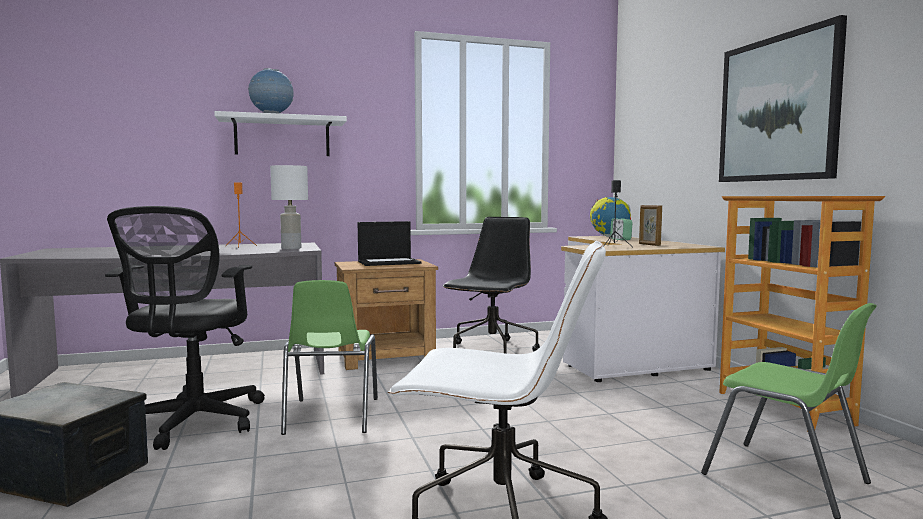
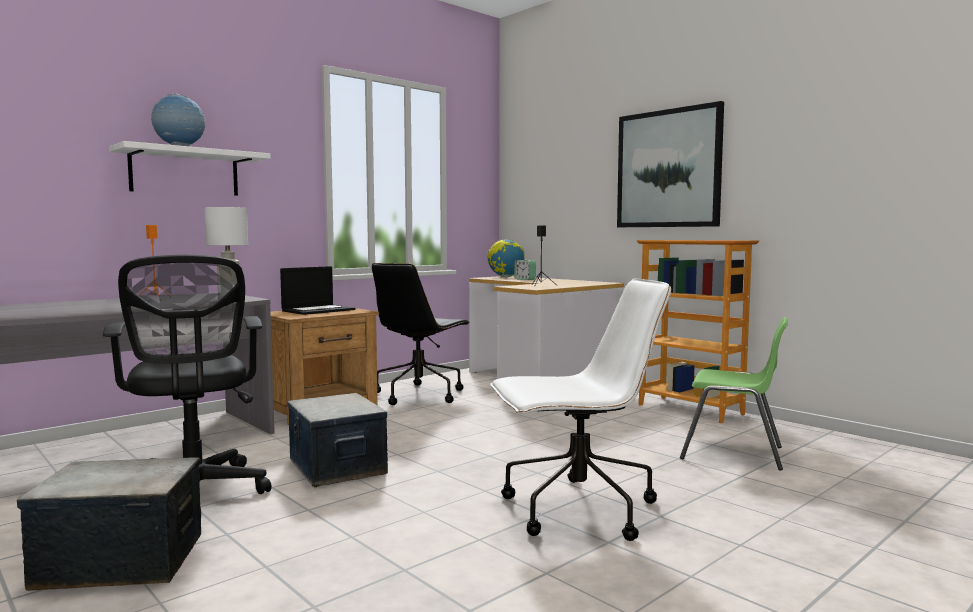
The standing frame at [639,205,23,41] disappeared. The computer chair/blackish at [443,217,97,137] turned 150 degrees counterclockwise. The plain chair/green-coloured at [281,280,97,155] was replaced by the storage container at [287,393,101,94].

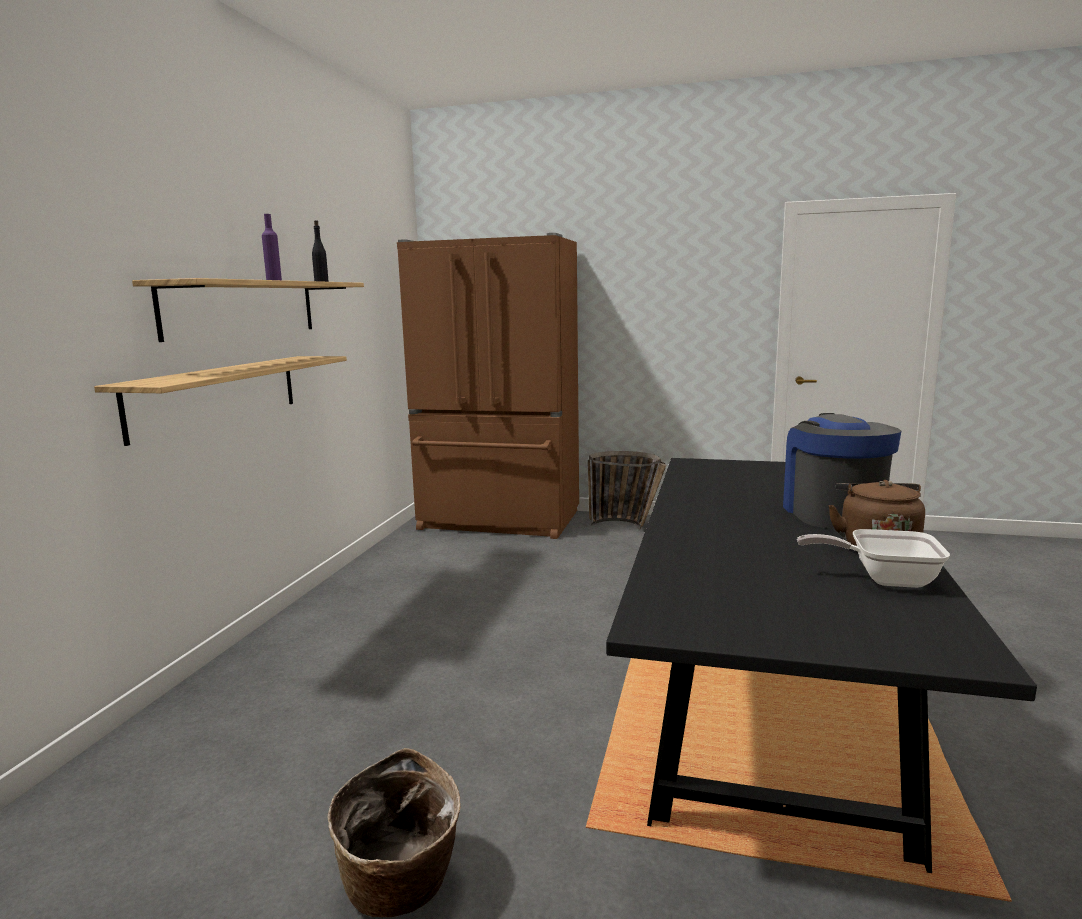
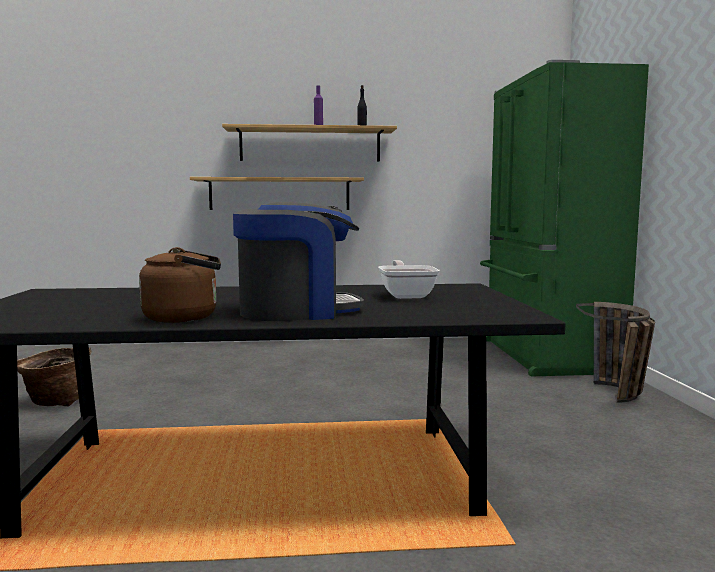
The refrigerator/brown-coloured at [397,233,182,306] became the refrigerator/green-coloured at [480,60,169,316]. The pan moved from [797,529,153,59] to [378,260,62,39].

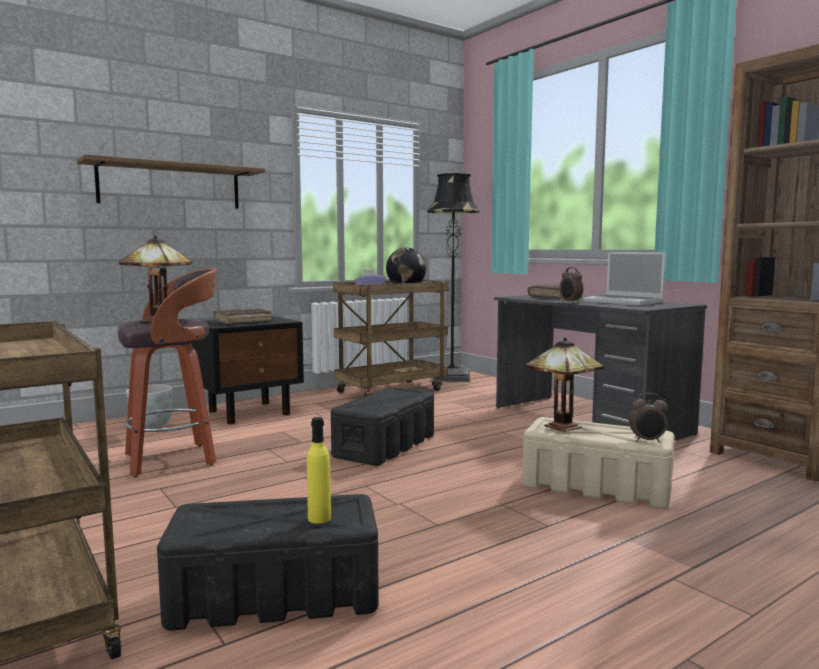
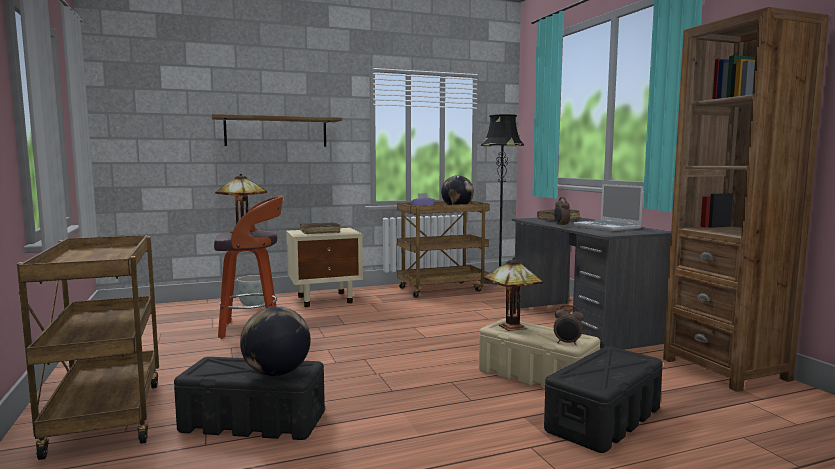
The bedside table/blackish at [192,316,112,108] became the bedside table/beige at [286,228,77,79]. The storage container/blackish moved from [331,387,103,79] to [544,346,119,107]. The drink bottle/yellow at [307,417,24,107] was replaced by the globe at [240,306,70,70].

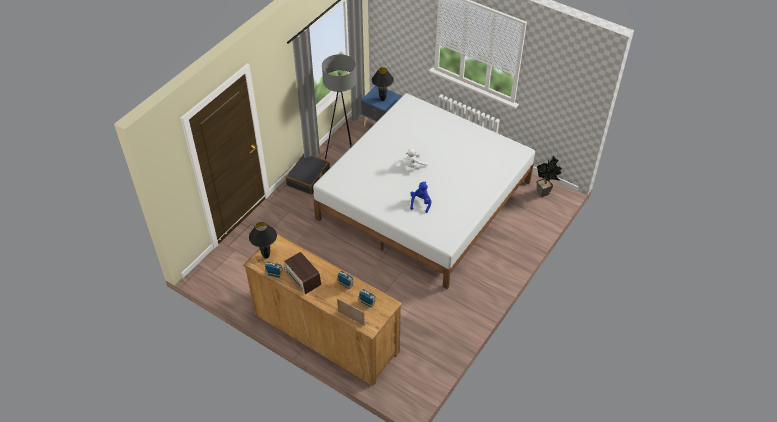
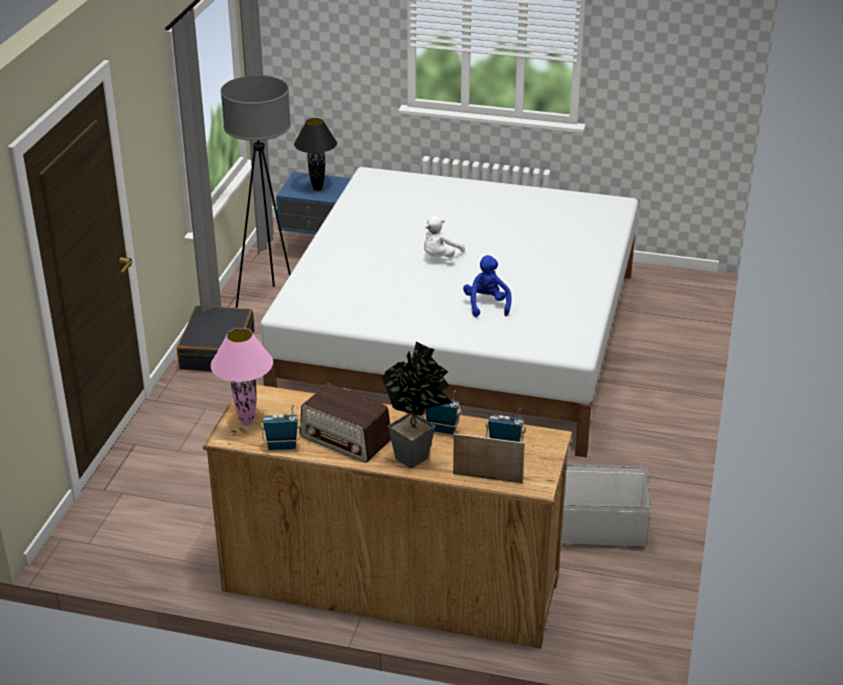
The potted plant moved from [537,156,25,41] to [382,342,71,126]. The table lamp/blackish at [249,222,28,37] became the table lamp/pinkish at [211,328,62,98]. The storage container/white at [561,464,91,82] appeared.

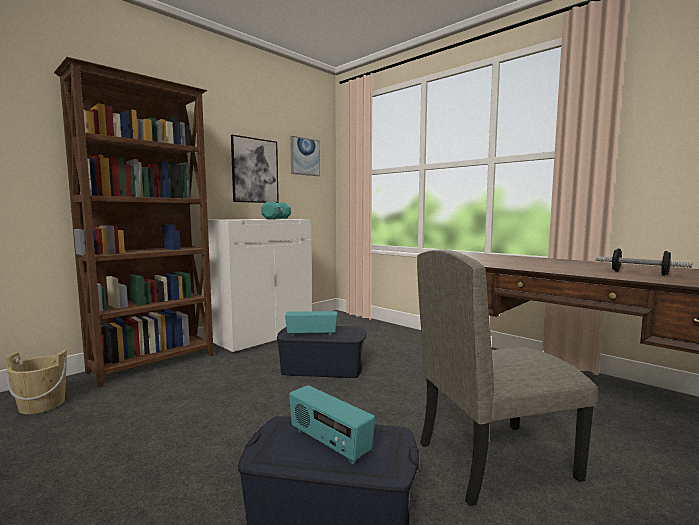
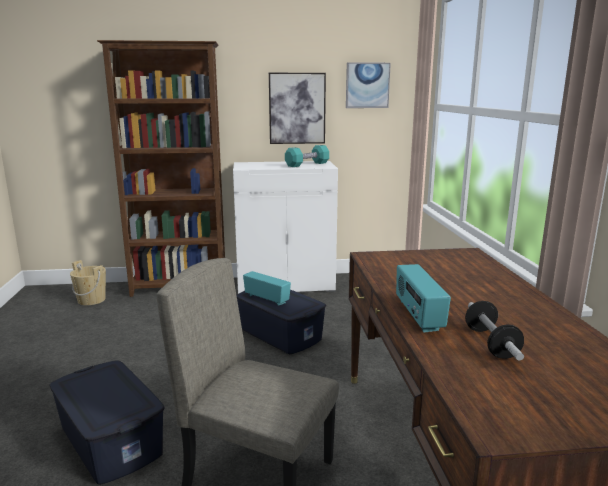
The radio receiver moved from [289,385,86,80] to [396,264,55,69].

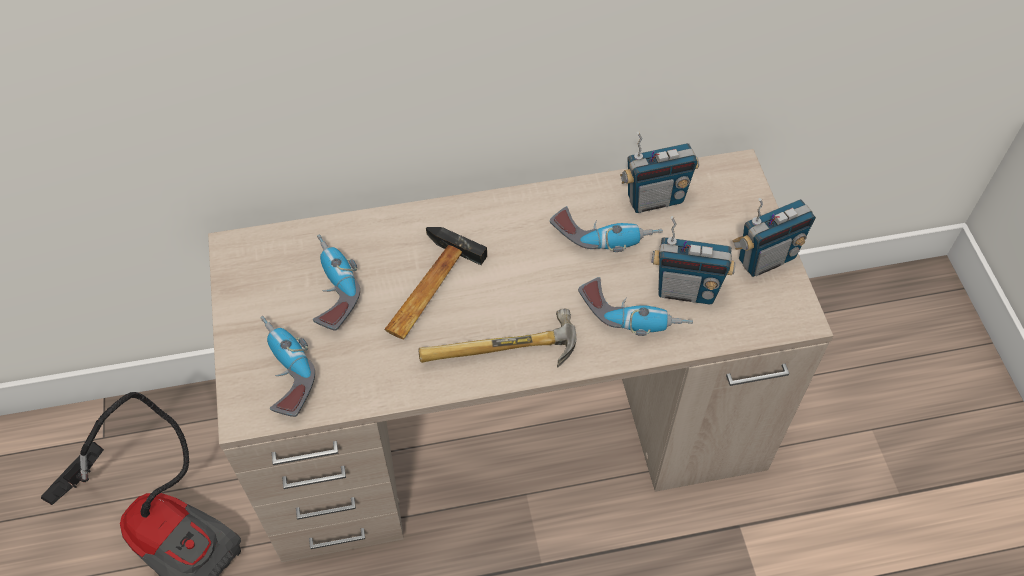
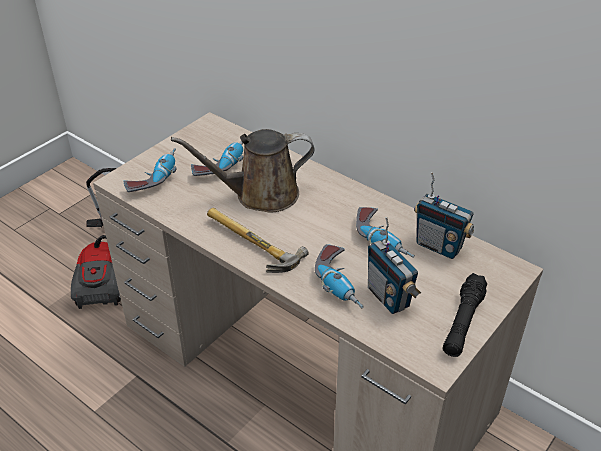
The radio receiver at [732,198,84,79] was replaced by the hand torch/blackish at [443,273,44,84]. The hand hammer at [384,227,103,112] was replaced by the sprinkling can/brown-coloured at [171,129,143,84].

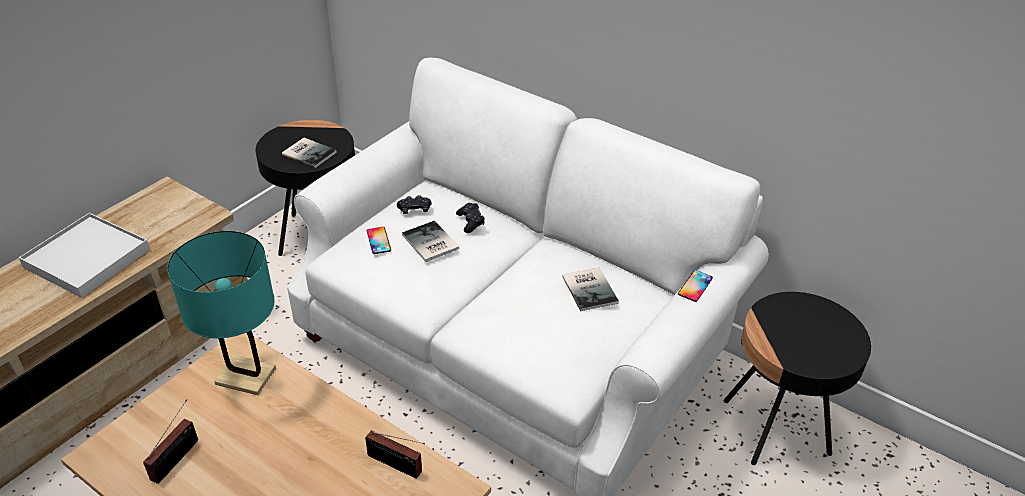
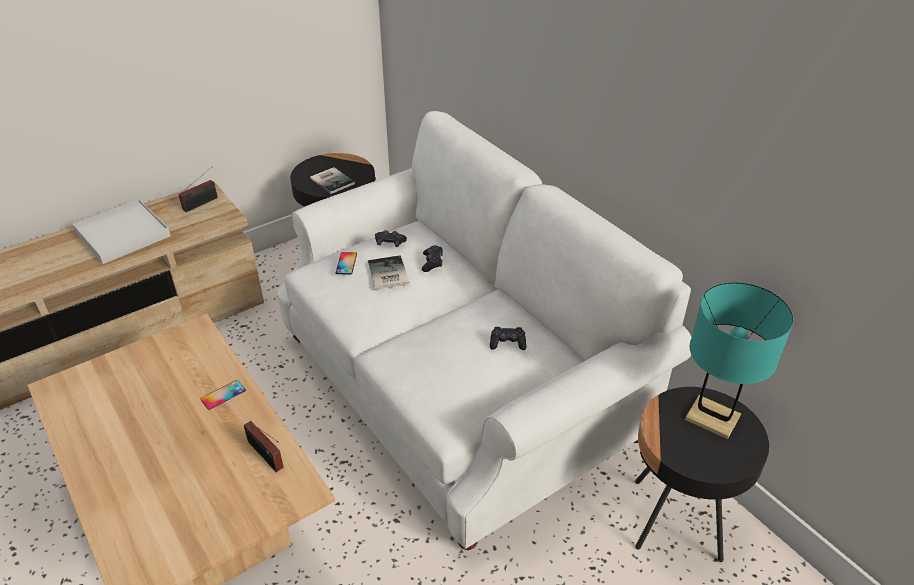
The table lamp/blue-green moved from [167,231,109,164] to [685,282,108,157]. The bound book at [562,268,57,43] was replaced by the gamepad/blackish at [490,327,36,23]. The phone moved from [678,270,35,32] to [200,380,46,30]. The radio receiver moved from [143,399,55,85] to [179,166,39,46].

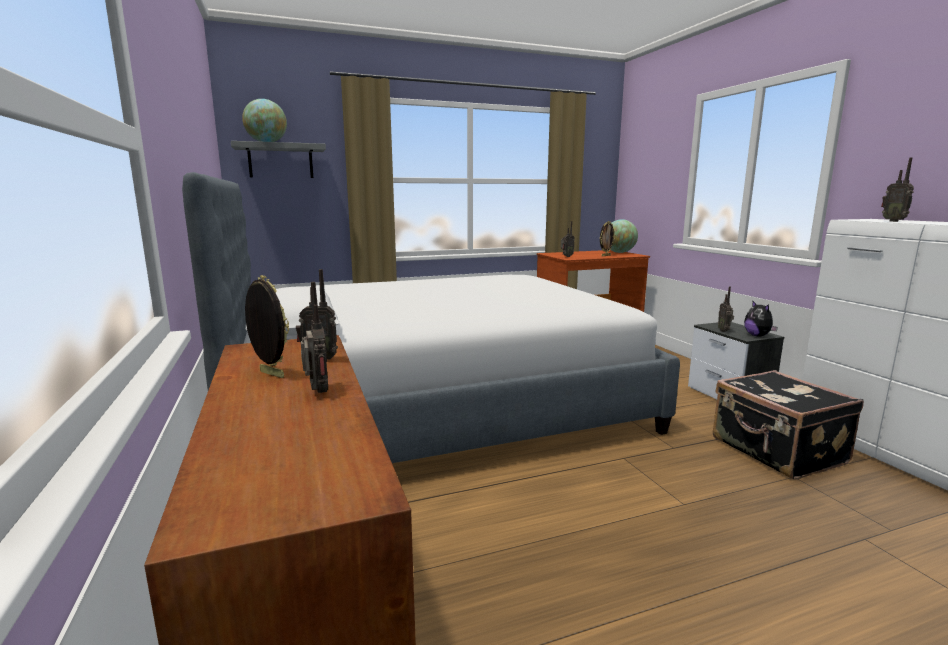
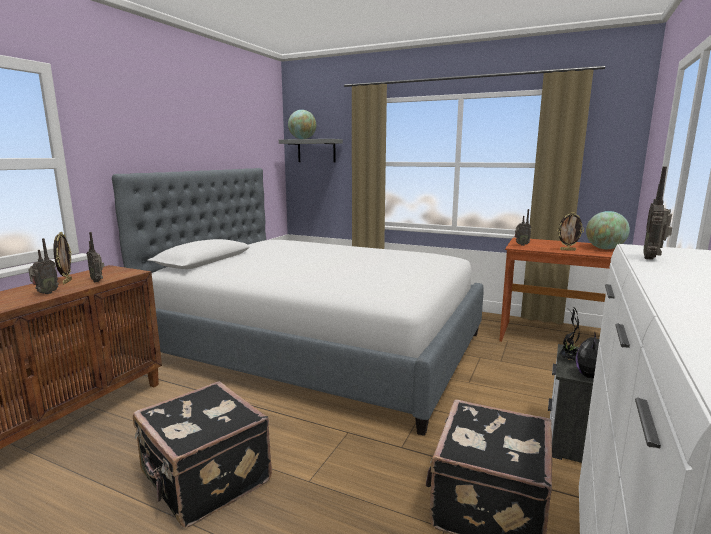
The radio receiver at [718,287,16,45] was replaced by the potted plant at [559,306,21,54]. The travel case/blackish at [133,381,139,147] appeared.

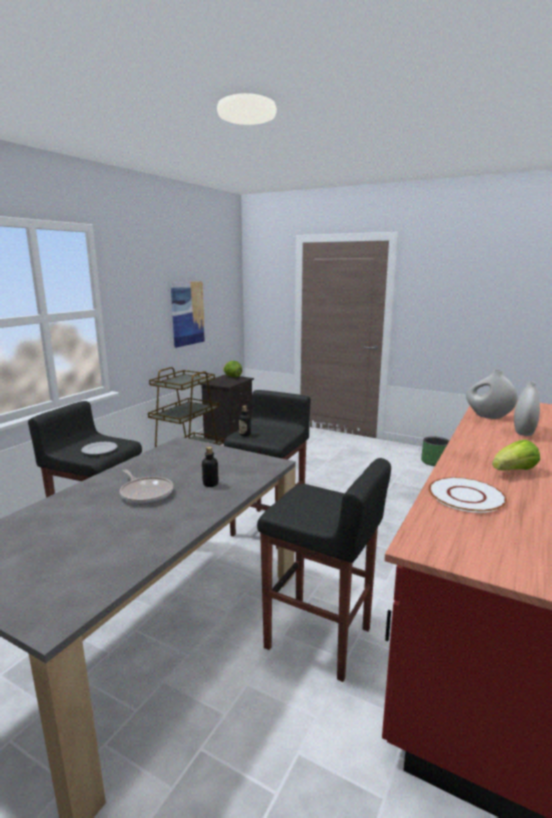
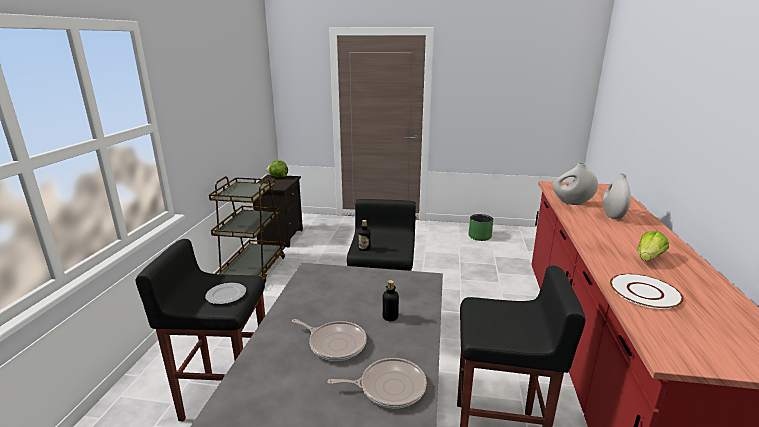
The picture at [171,281,34,67] disappeared. The pan at [328,358,99,50] appeared.

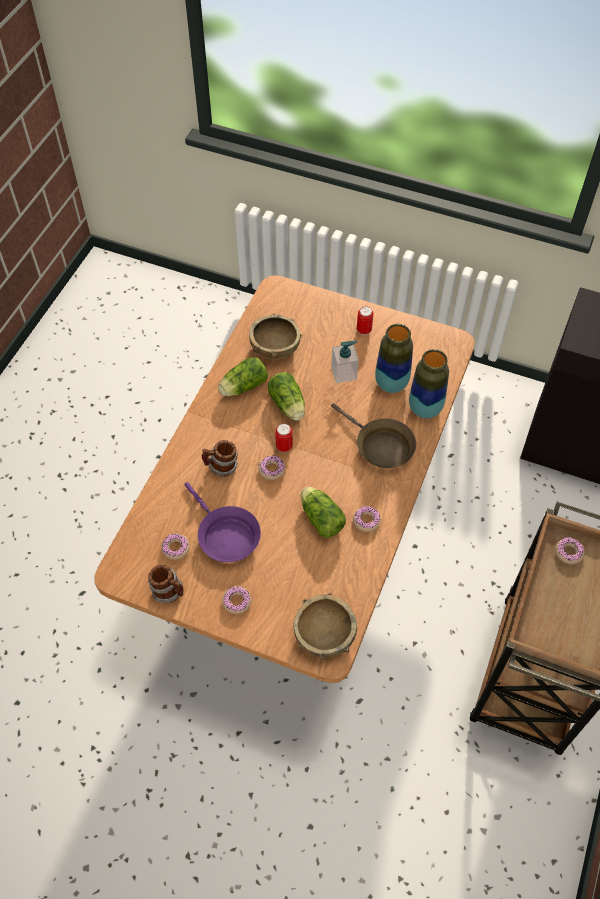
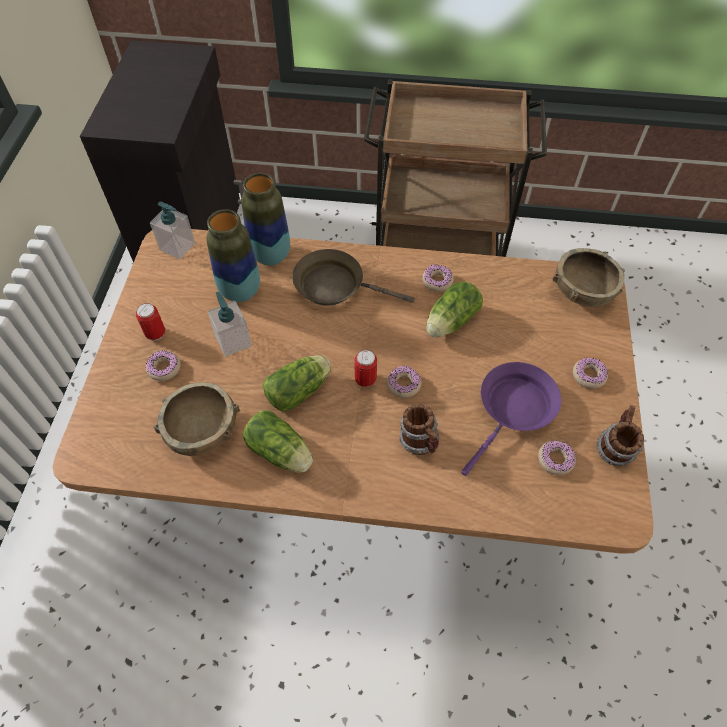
The pan/brown-coloured at [331,403,85,65] turned 105 degrees counterclockwise. The donut moved from [556,537,29,27] to [146,350,35,31]. The soap bottle at [150,201,45,58] appeared.

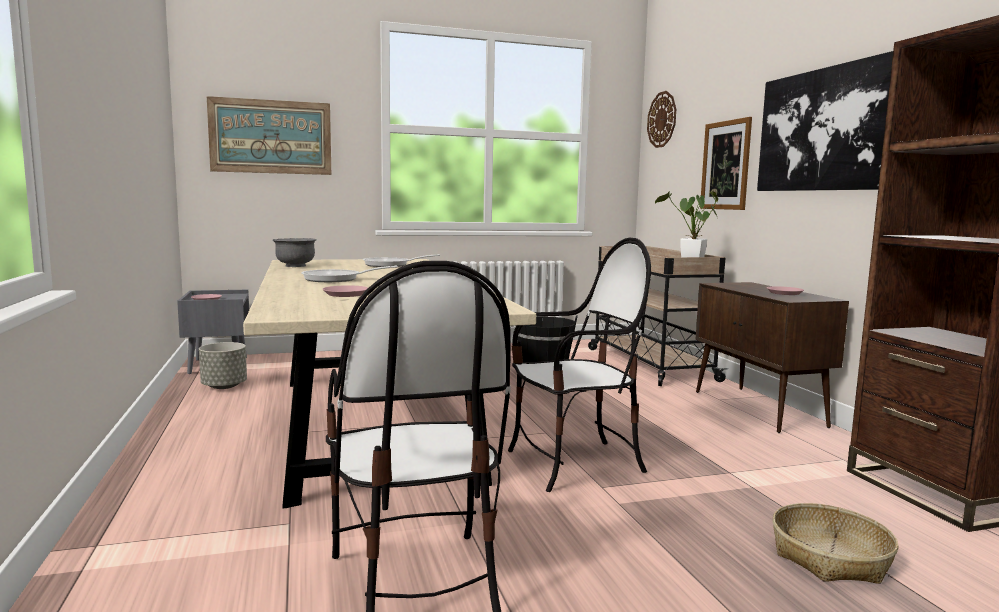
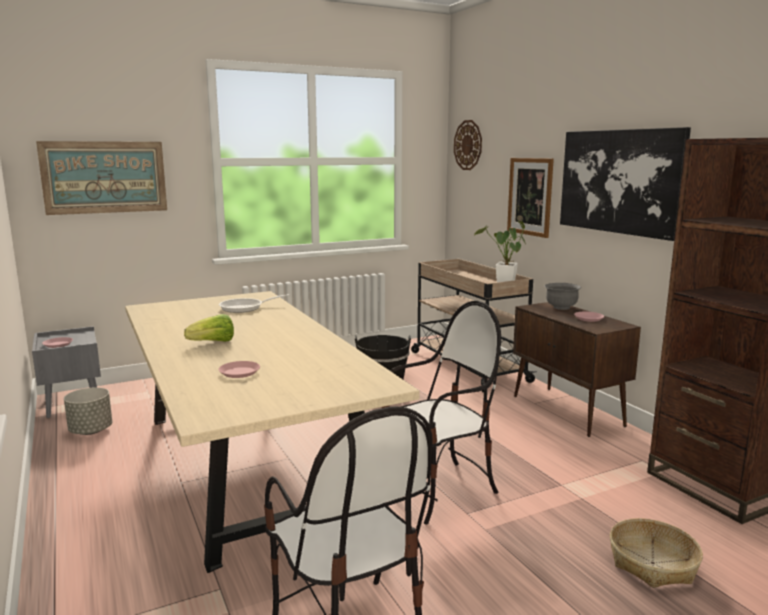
The bowl/greyish moved from [272,238,45,29] to [545,283,36,27]. The pan at [301,266,96,16] was replaced by the head of lettuce at [184,314,50,28].

